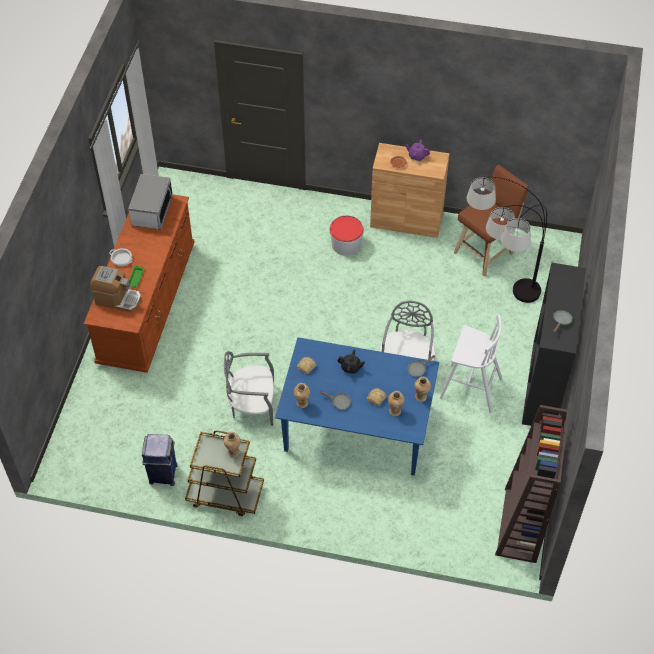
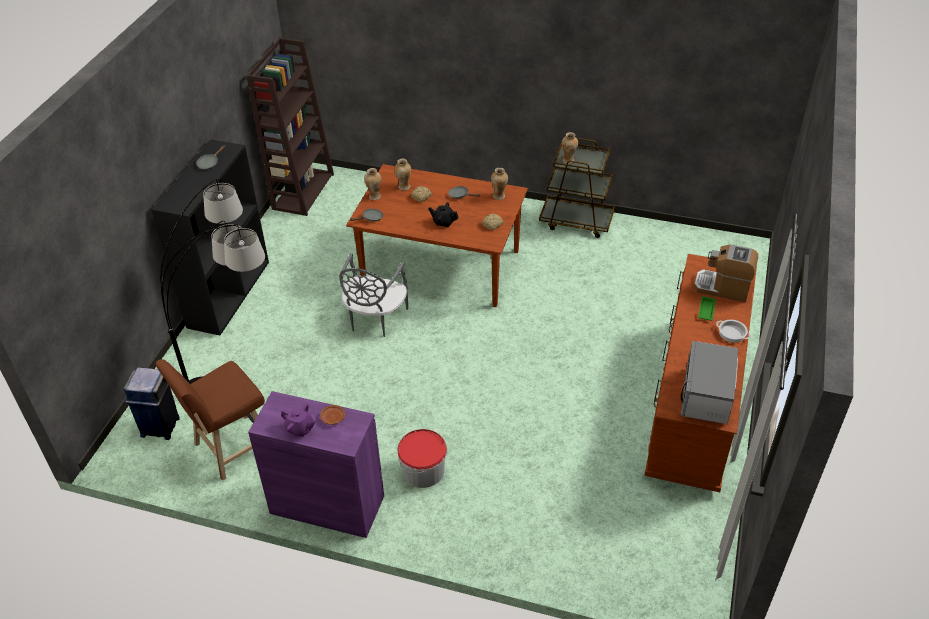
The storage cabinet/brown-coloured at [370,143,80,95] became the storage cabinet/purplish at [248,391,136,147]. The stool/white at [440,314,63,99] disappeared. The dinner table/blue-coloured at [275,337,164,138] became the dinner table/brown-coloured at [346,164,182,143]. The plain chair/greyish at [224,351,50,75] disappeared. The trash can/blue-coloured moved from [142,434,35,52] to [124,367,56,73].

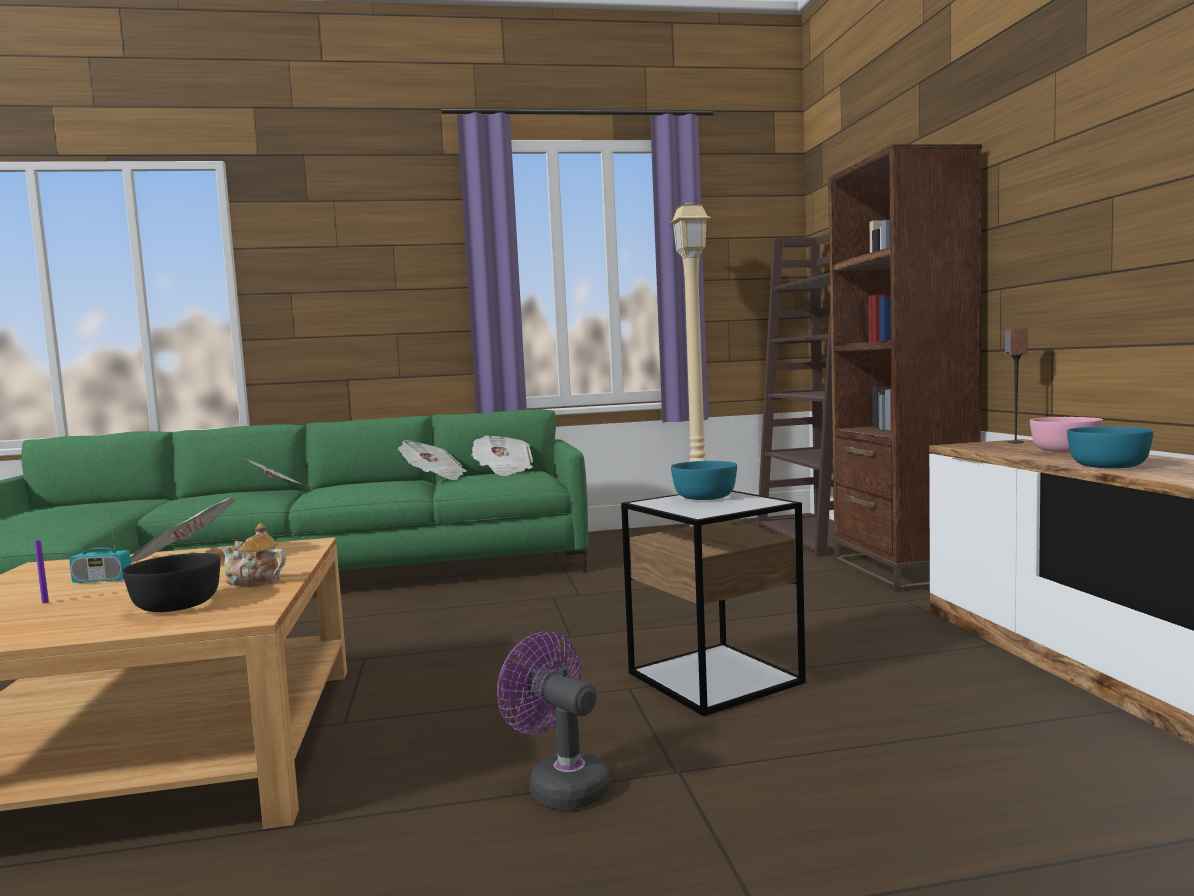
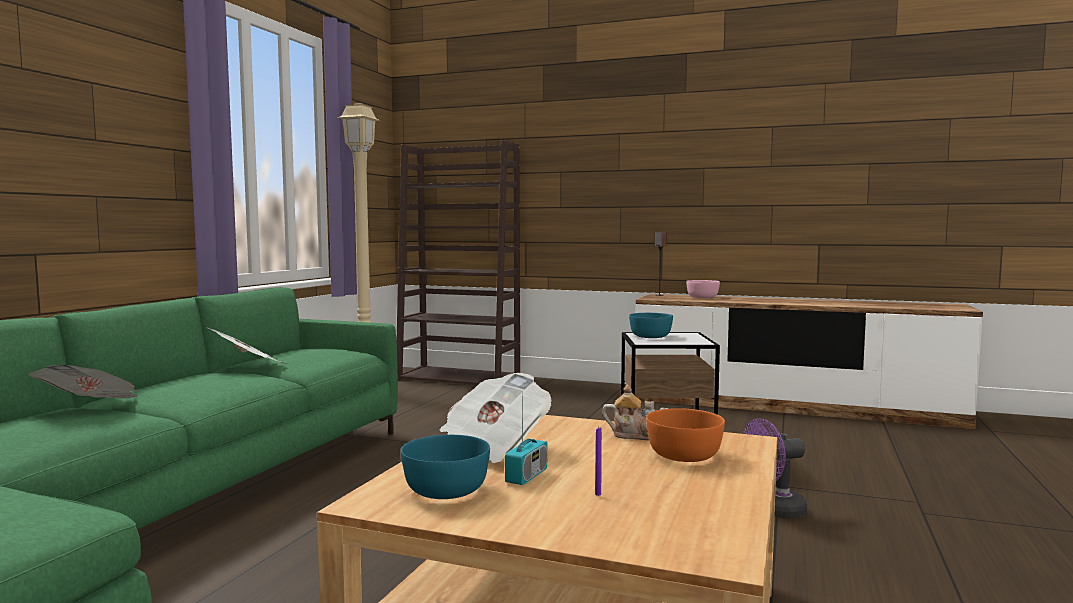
The bookcase/brown-coloured at [828,144,154,448] disappeared. The bowl/blue-green moved from [1067,427,87,41] to [401,435,89,64]. The printed paper at [471,435,62,41] disappeared. The teapot at [221,523,65,64] turned 120 degrees counterclockwise. The bowl/blackish at [123,553,97,59] became the bowl/orange-coloured at [646,408,79,54].

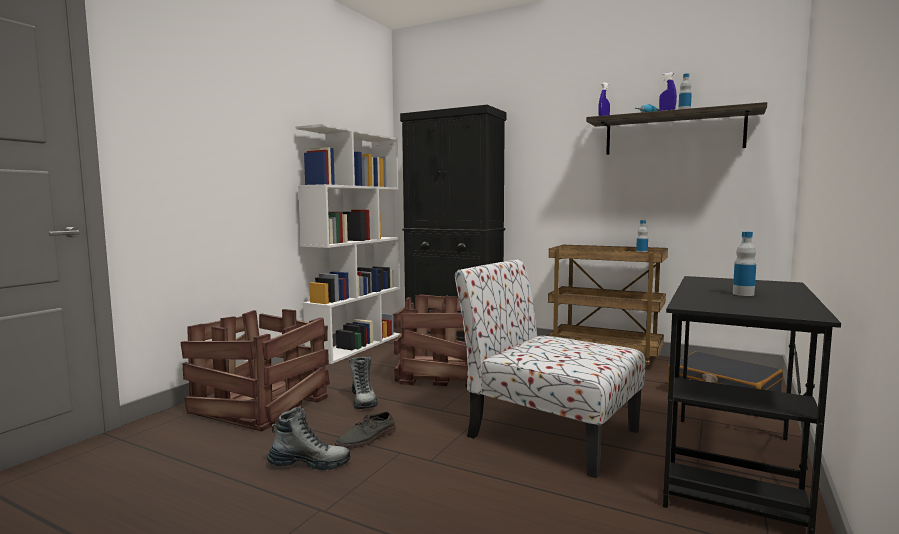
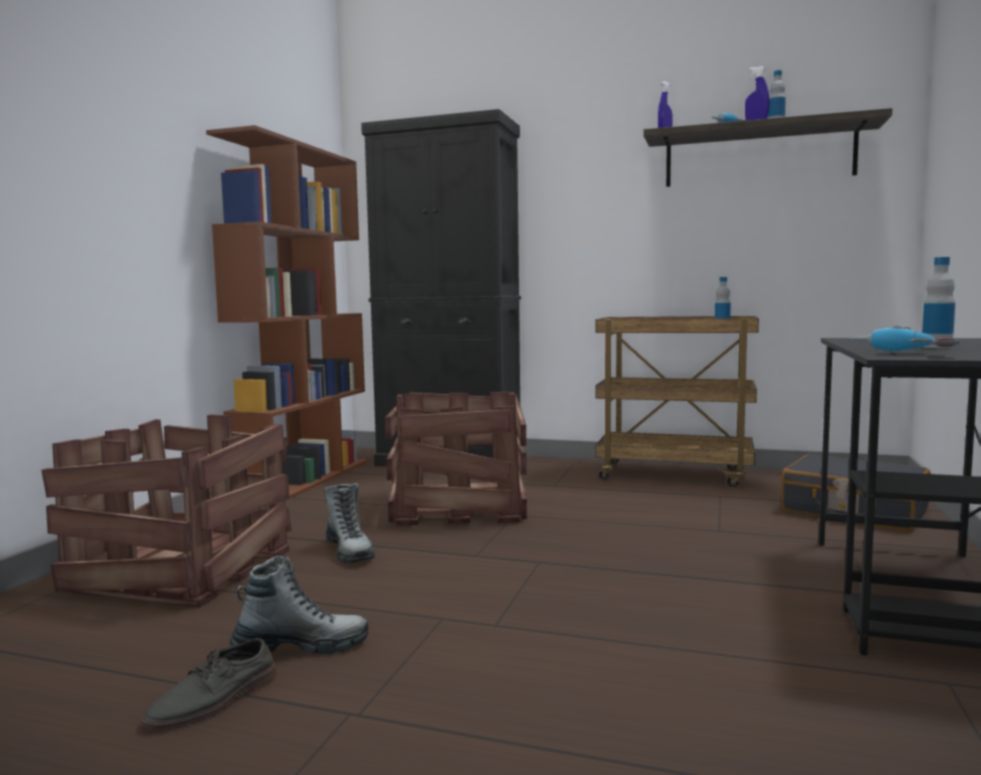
The bookcase/white at [296,124,105,240] became the bookcase/brown-coloured at [206,125,162,376]. The plain chair at [455,259,191,219] disappeared. The low shoe/greyish moved from [335,411,61,38] to [141,638,136,92]. The electric drill at [848,326,112,27] appeared.

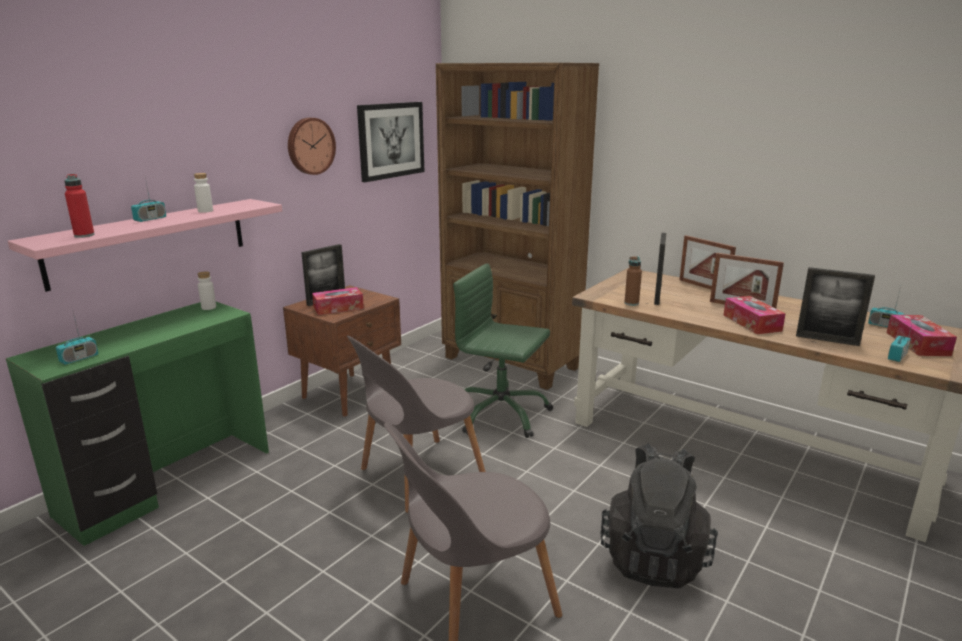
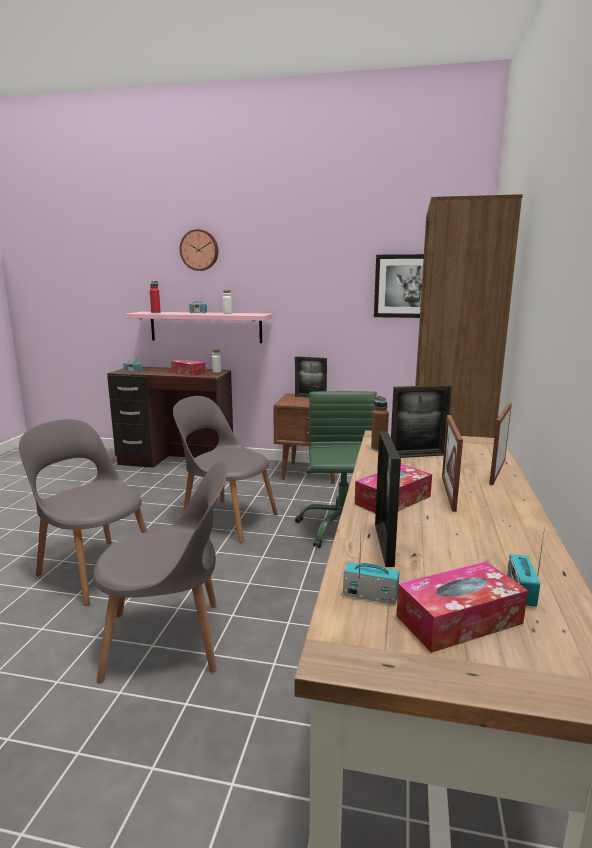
The clock on the wall moved from [288,118,48,57] to [180,229,38,42]. The tissue holder moved from [312,287,52,28] to [171,359,35,17]. The desk table/green-coloured at [6,302,263,244] became the desk table/brown-coloured at [107,367,126,101]. The rucksack/blackish at [600,444,118,144] was replaced by the plain chair/greyish at [93,461,134,222].

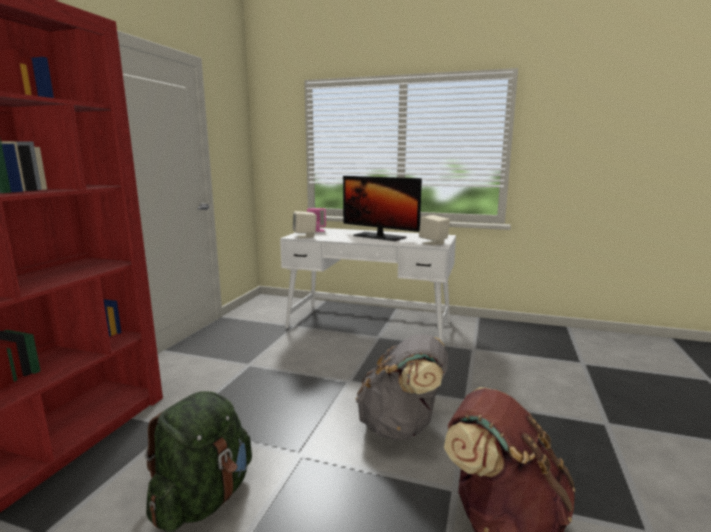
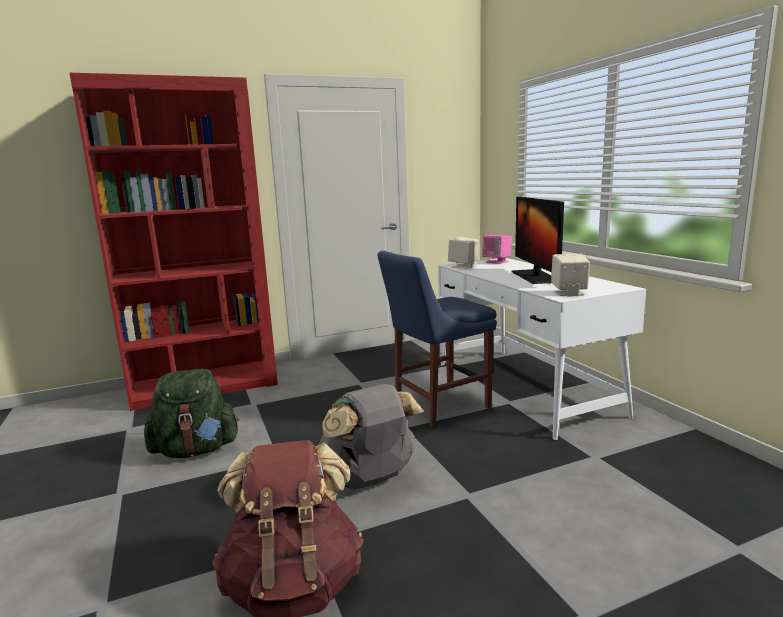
The plain chair/blue-coloured at [378,251,119,175] appeared.

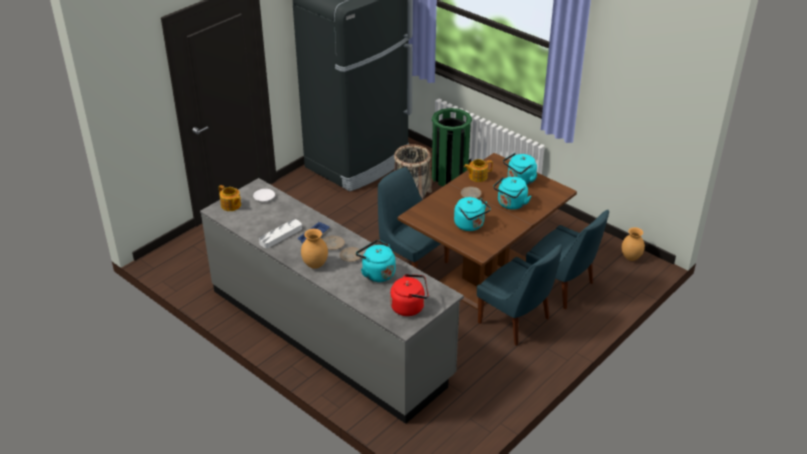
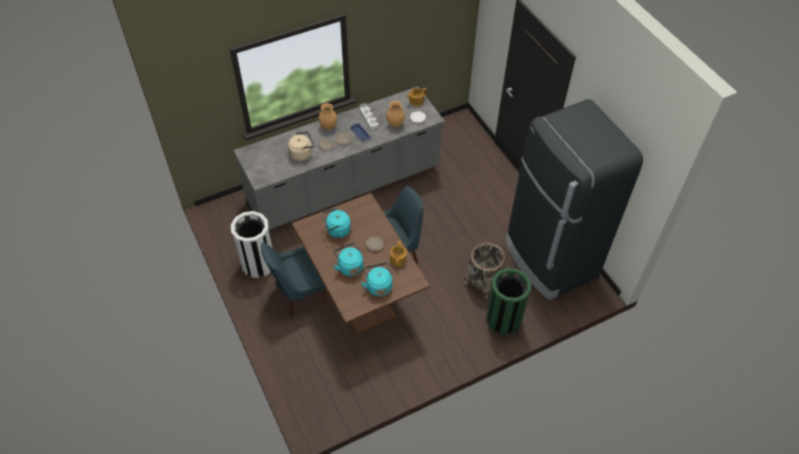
The plain chair/blue-coloured at [526,210,83,99] disappeared. The flower vase/brown-coloured moved from [622,227,23,34] to [386,101,19,27]. The water kettle/blue-green at [356,240,39,42] became the water kettle/beige at [288,131,27,30]. The water kettle/reddish at [390,274,39,42] disappeared. The trash can/white at [231,211,41,67] appeared.

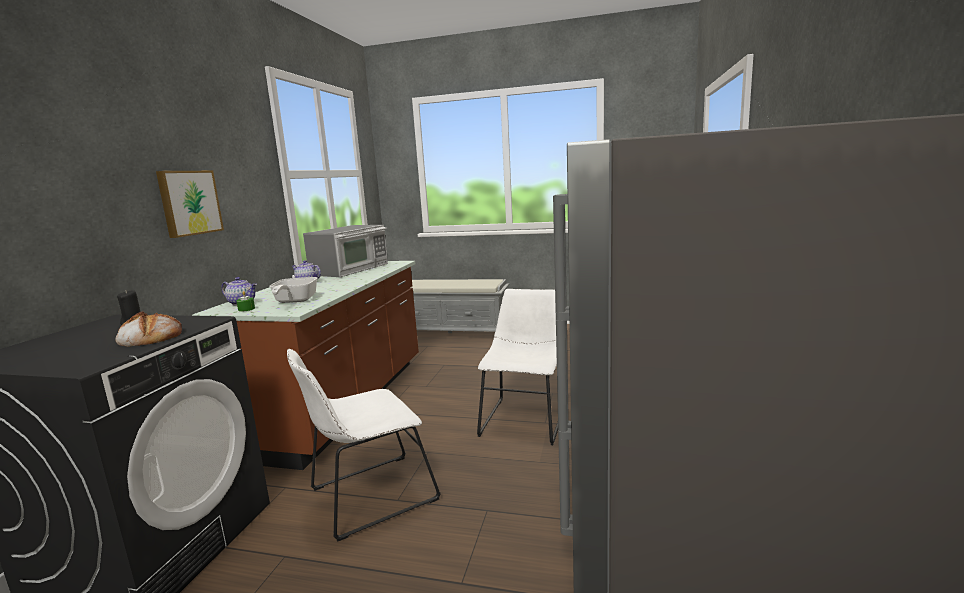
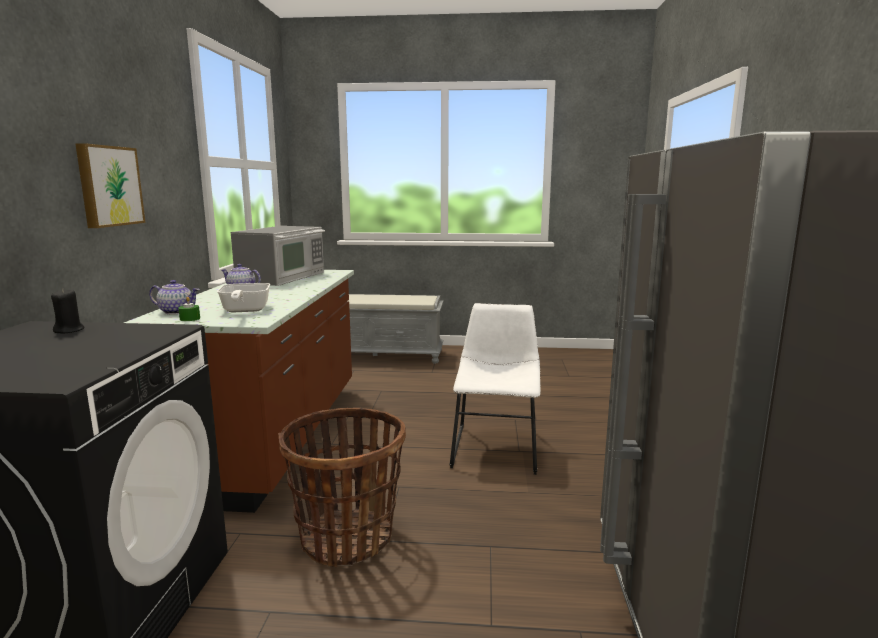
The bread at [116,311,66,36] disappeared. The plain chair/white at [287,349,154,193] was replaced by the household basket at [279,408,127,159].

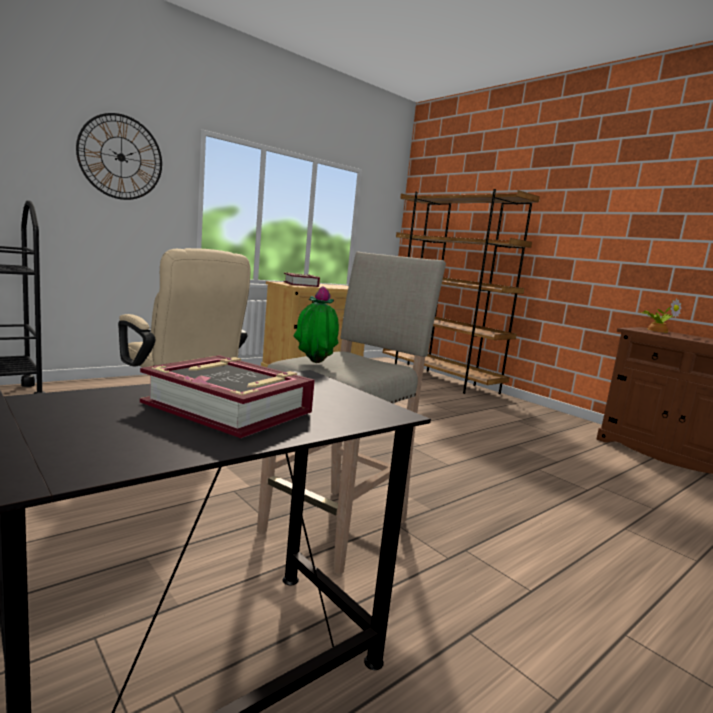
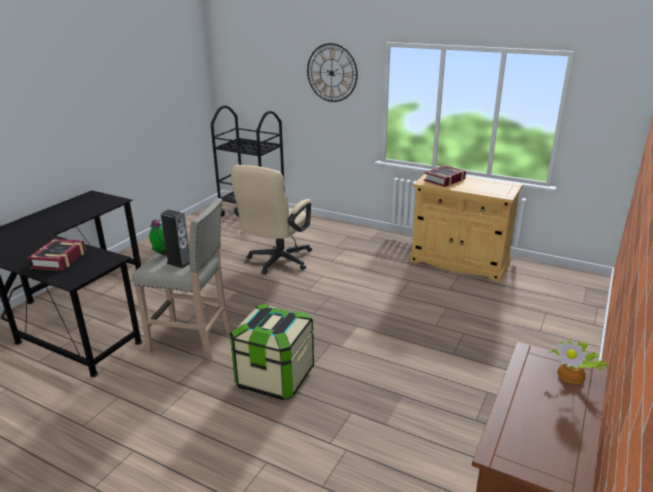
The bookcase/brown-coloured at [383,189,157,205] disappeared. The audio speaker at [161,209,29,59] appeared. The storage container at [230,304,84,96] appeared.

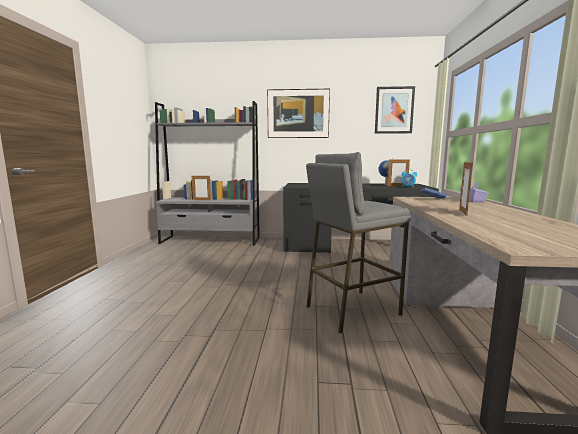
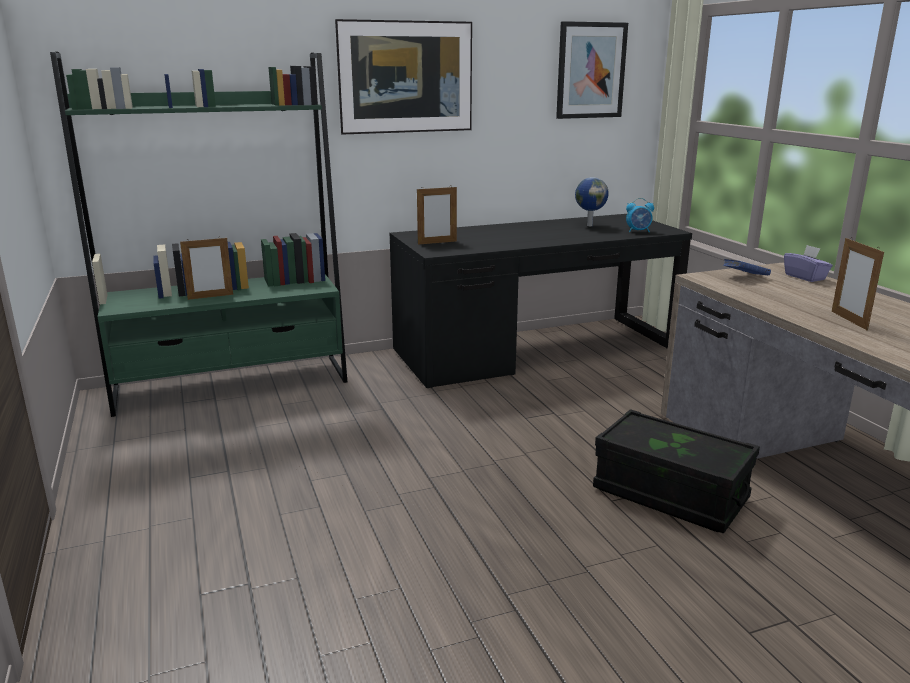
The bookcase/greyish at [155,101,105,145] became the bookcase/green-coloured at [50,52,297,365]. The stool/greyish at [306,152,105,181] was replaced by the storage container/blackish at [593,409,167,124]. The standing frame moved from [388,160,22,26] to [417,185,40,60].

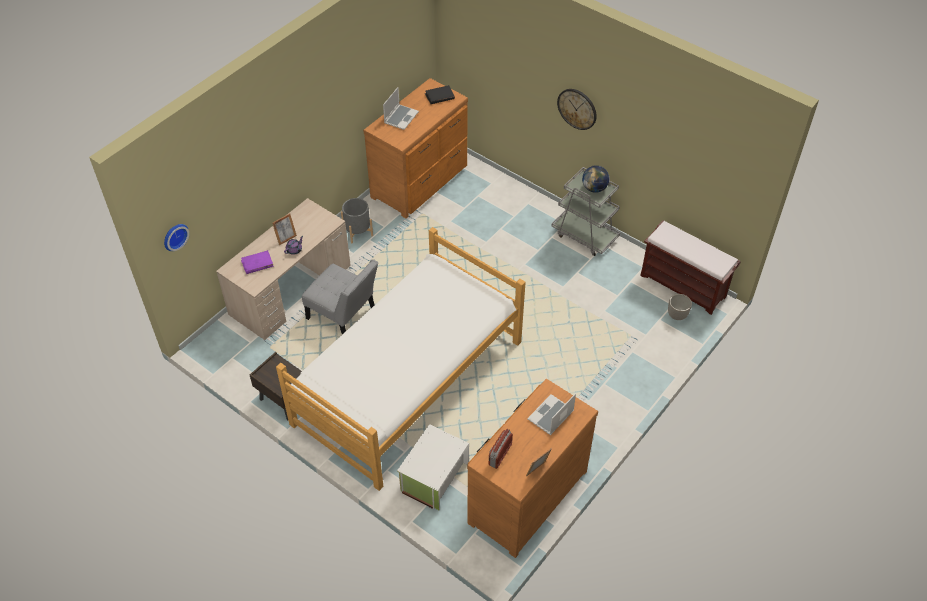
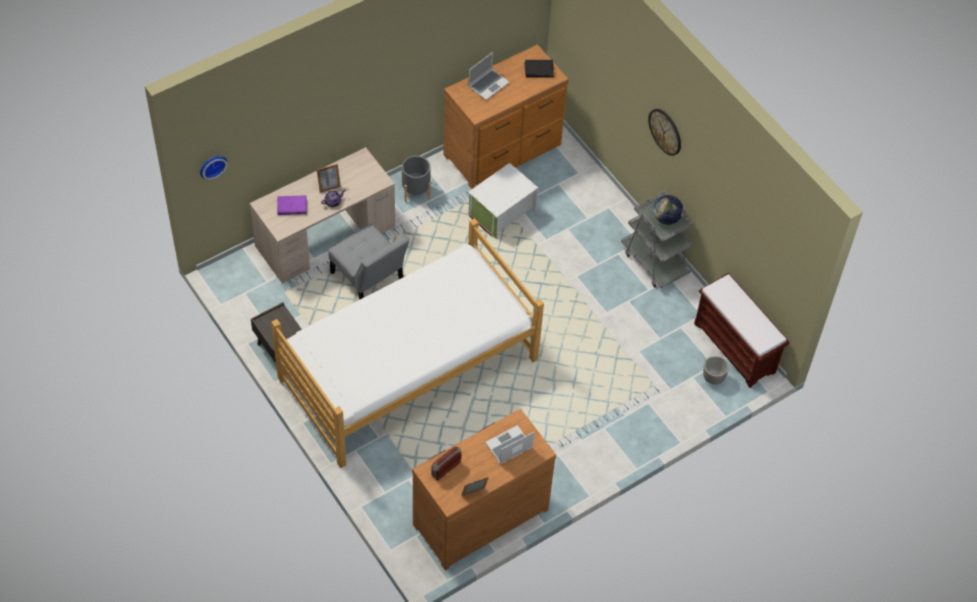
The storage container/white moved from [397,425,72,85] to [468,163,70,76].

